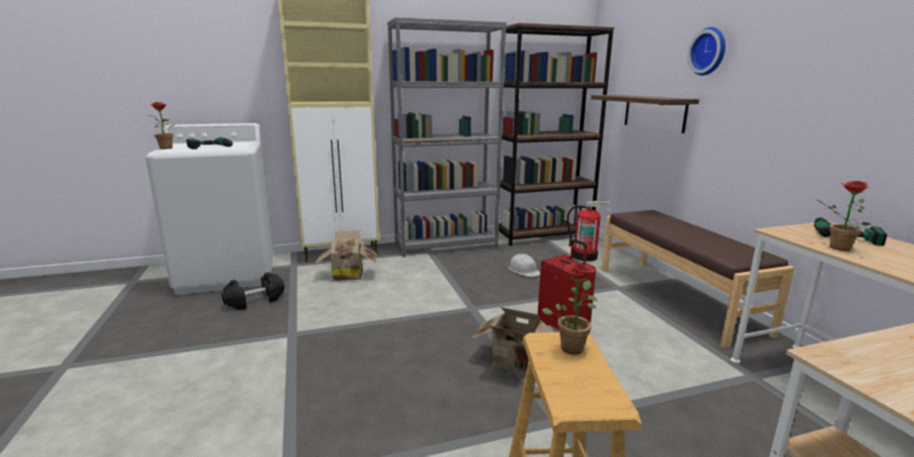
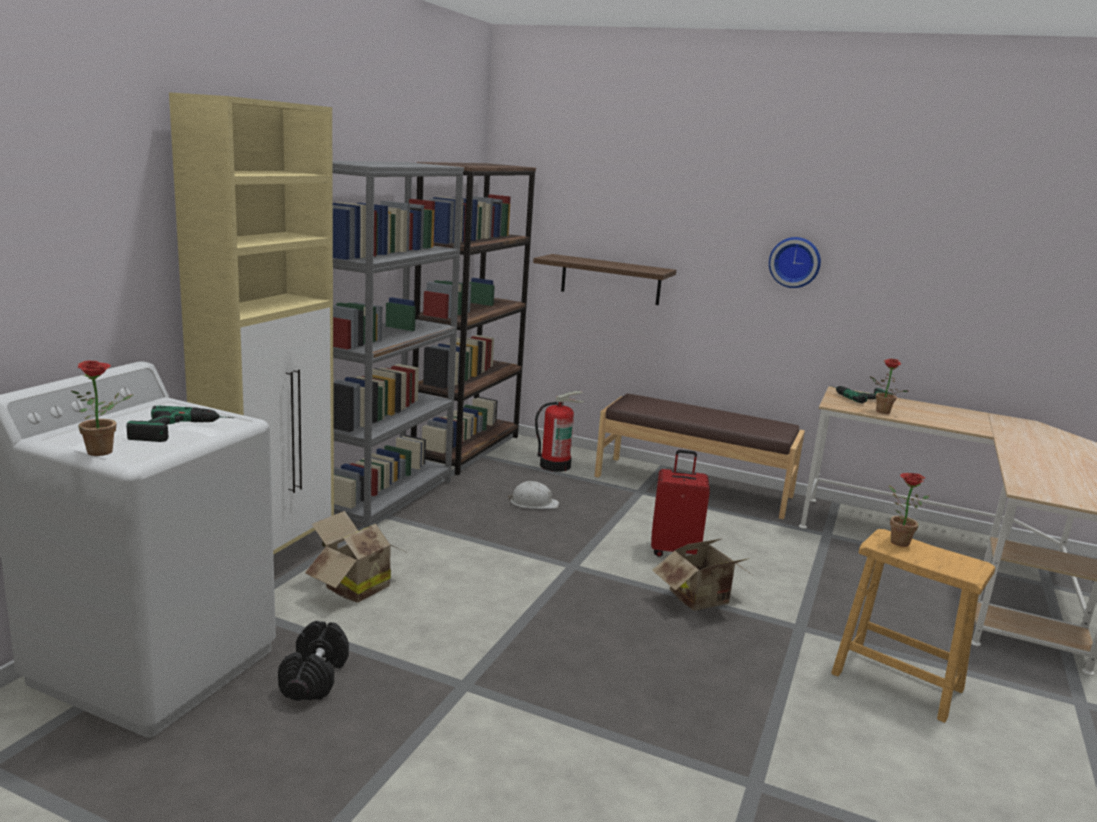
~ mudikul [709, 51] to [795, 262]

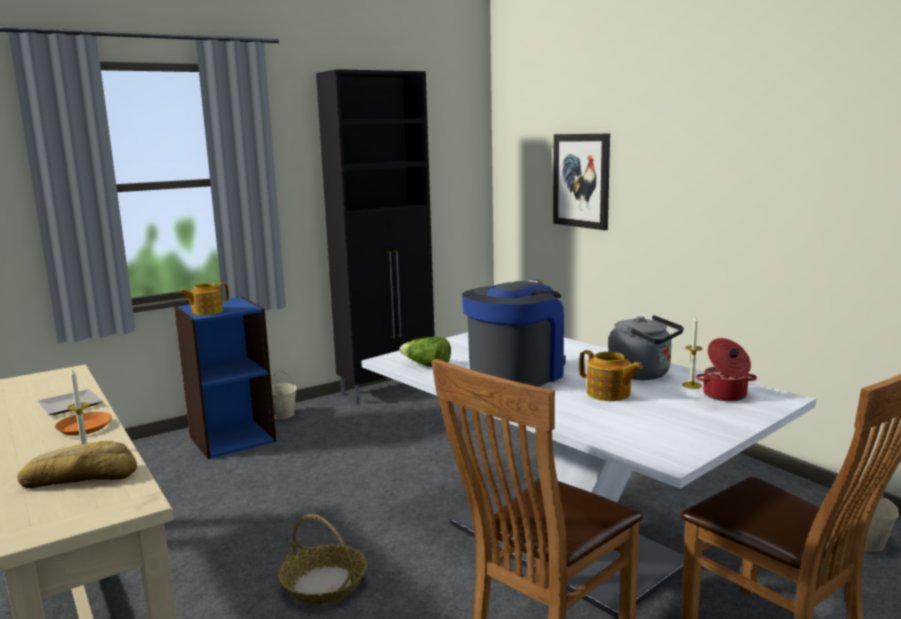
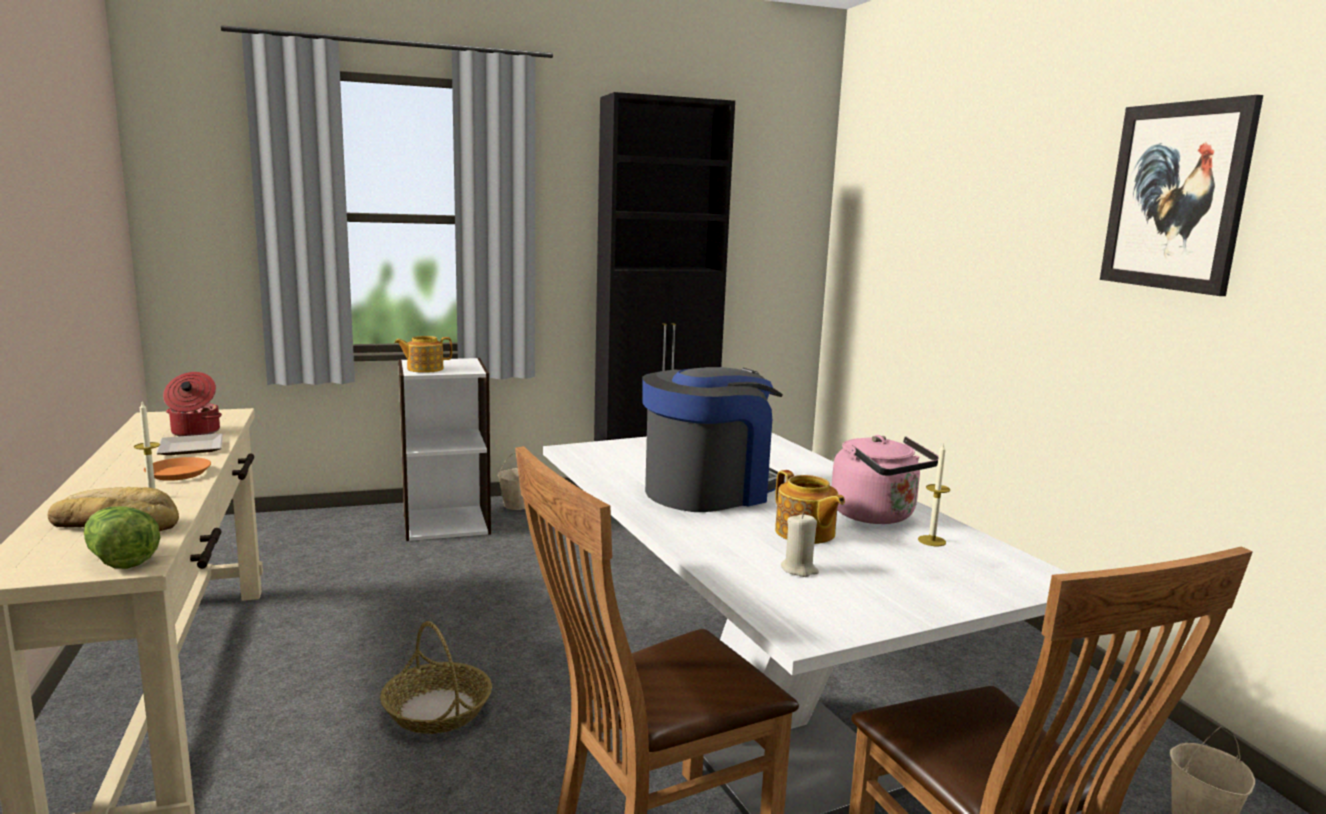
~ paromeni [581, 180] to [1176, 196]
~ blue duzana [232, 438] to white duzana [446, 522]
~ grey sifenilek [643, 374] to pink sifenilek [877, 516]
~ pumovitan [427, 366] to [120, 558]
~ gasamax [725, 395] to [194, 432]
+ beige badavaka [799, 570]

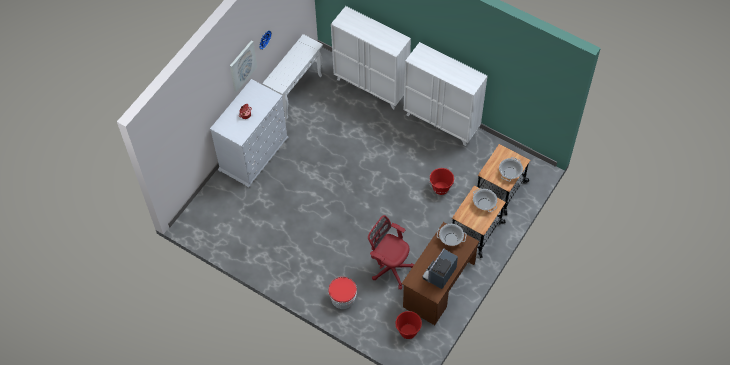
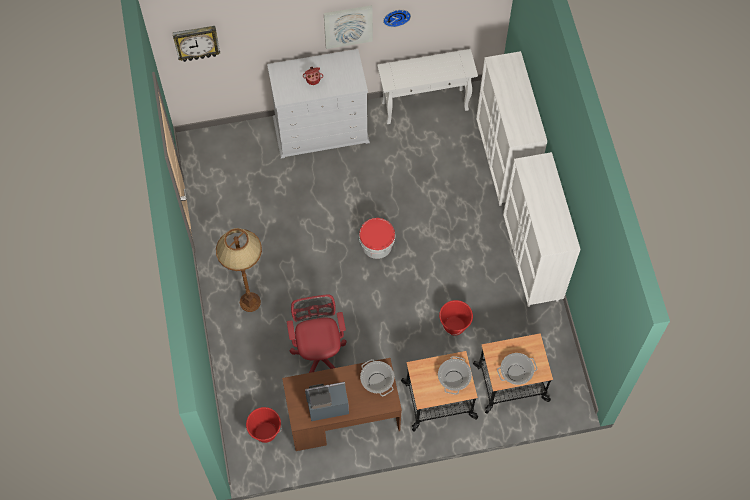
~ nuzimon [343, 298] to [377, 244]
+ mudikul [196, 42]
+ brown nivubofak [250, 302]

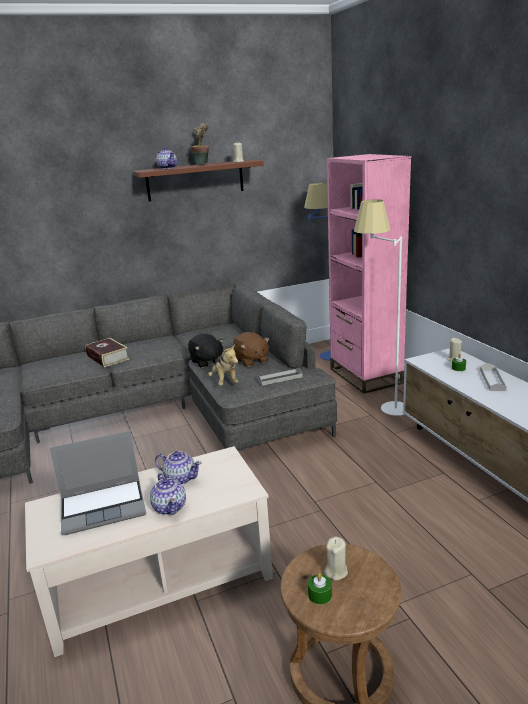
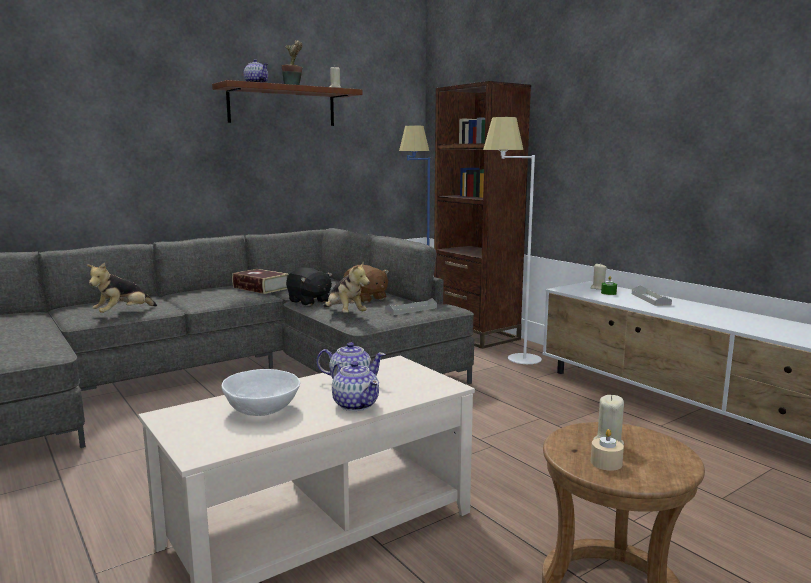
~ pink duzana [365, 376] to brown duzana [475, 335]
~ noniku [107, 358] to [260, 288]
~ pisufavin [104, 506] to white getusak [262, 409]
~ green badavaka [320, 595] to beige badavaka [606, 463]
+ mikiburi [123, 313]

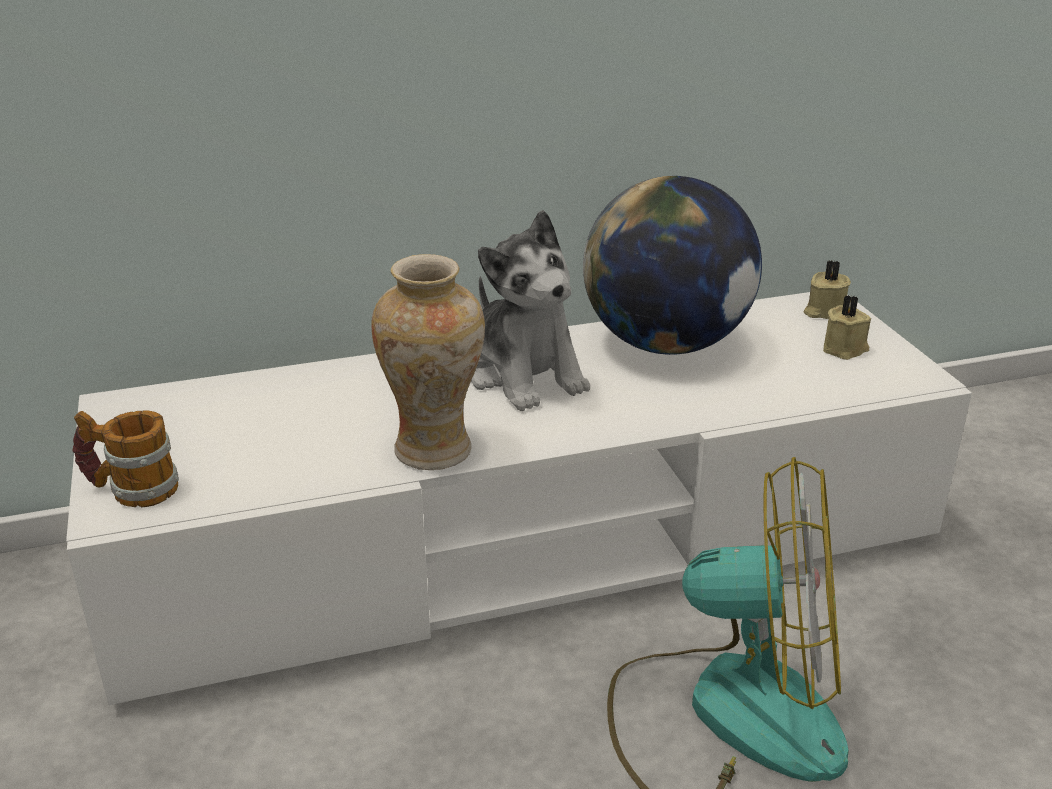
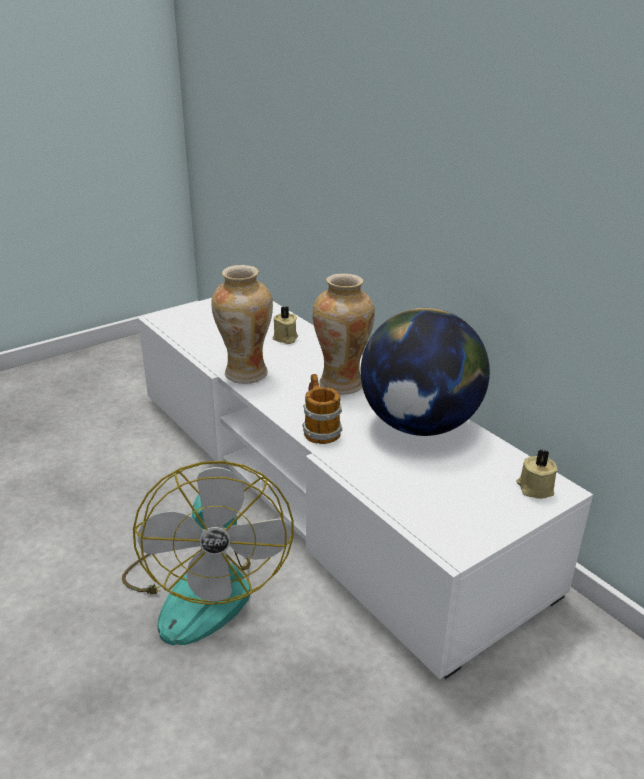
~ mikiburi [524, 374] to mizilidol [342, 384]
~ beige badavaka [845, 349] to [285, 338]
~ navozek [132, 489] to [319, 429]

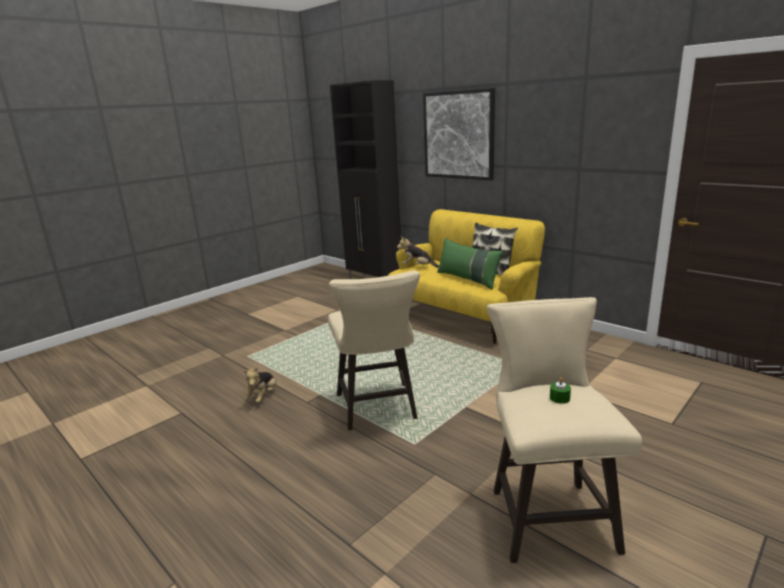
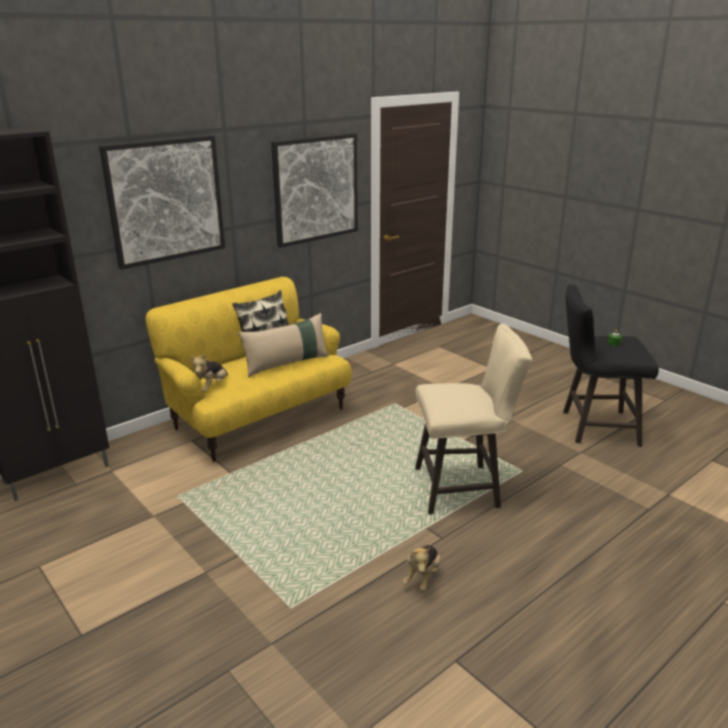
~ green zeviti [468, 279] to beige zeviti [286, 364]
~ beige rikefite [547, 513] to black rikefite [593, 427]
~ mikiburi [263, 396] = [422, 577] 90 degrees clockwise
+ paromeni [316, 189]

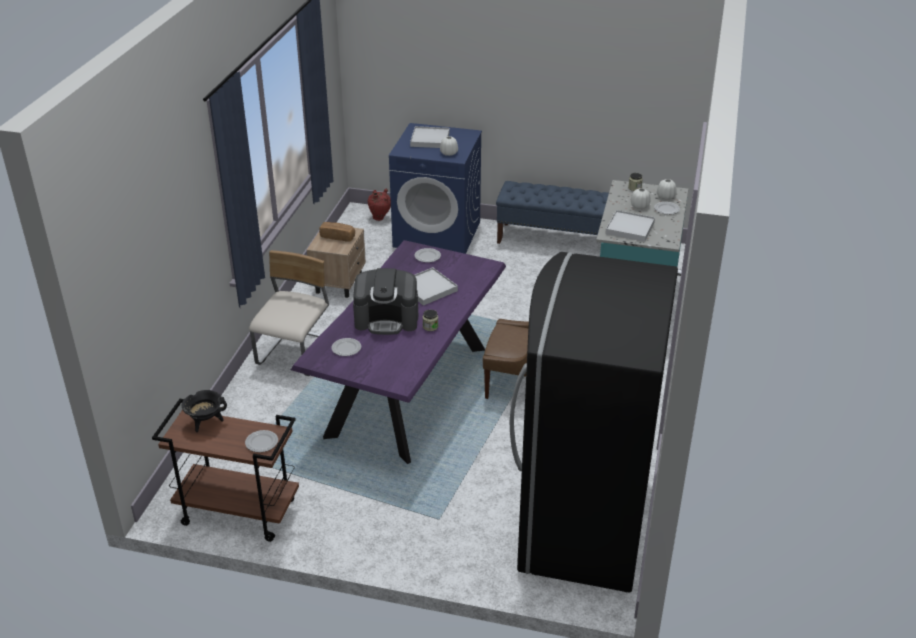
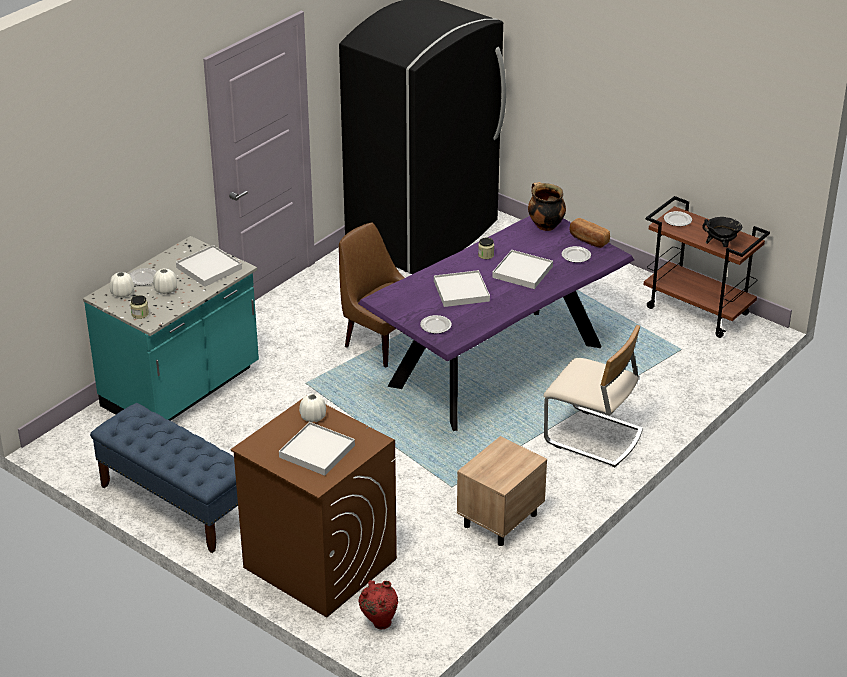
~ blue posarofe [437, 234] to brown posarofe [318, 563]
~ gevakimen [338, 237] to [588, 240]
~ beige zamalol [297, 355] = [593, 437] 105 degrees counterclockwise
~ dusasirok [387, 319] to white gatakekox [522, 272]
+ gasamax [545, 225]

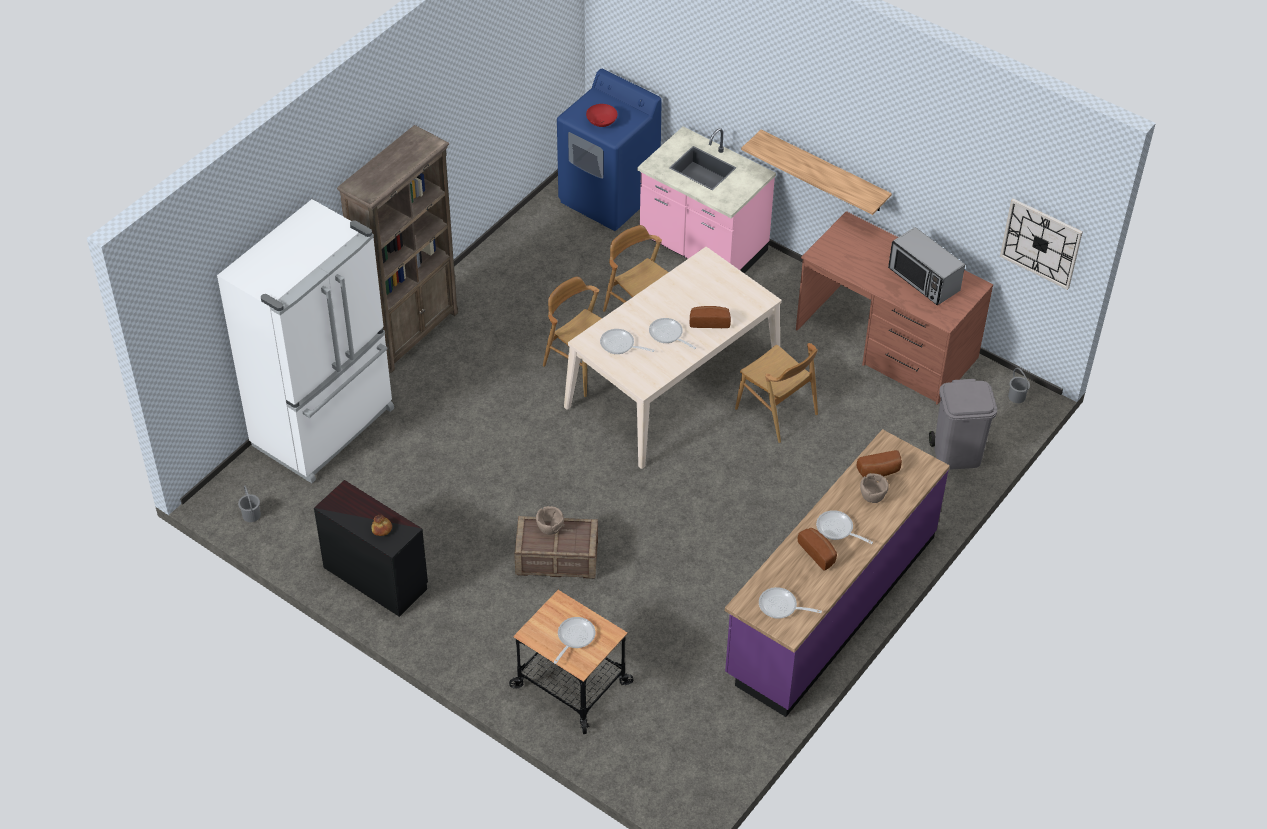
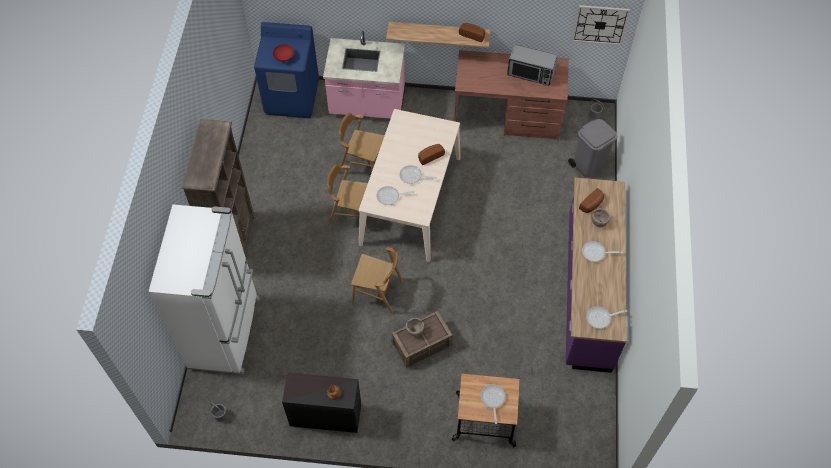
~ brown zamalol [776, 411] to [377, 292]
~ gevakimen [819, 552] to [472, 34]

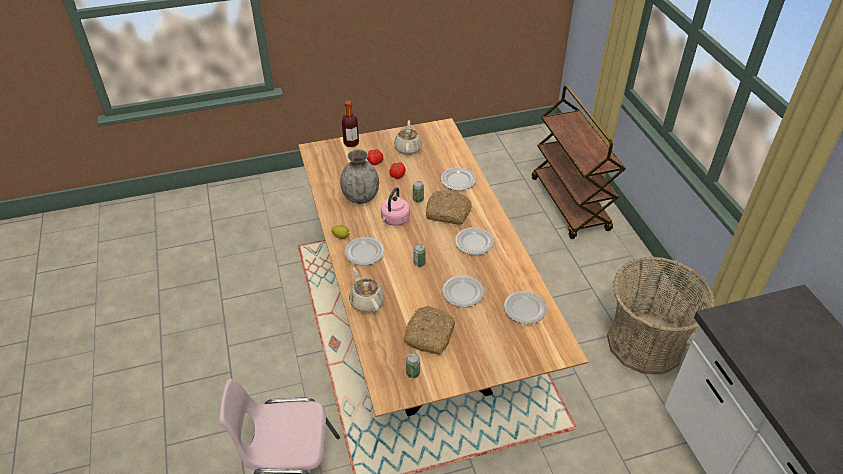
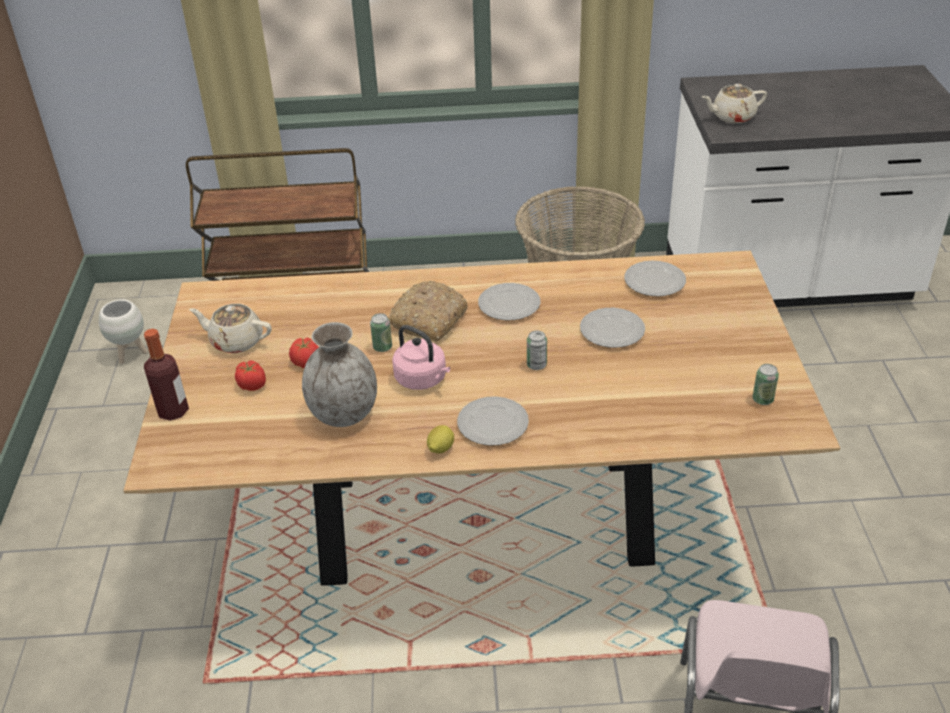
- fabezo [458, 180]
~ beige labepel [366, 301] to [732, 117]
- gevakimen [429, 334]
+ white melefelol [131, 354]

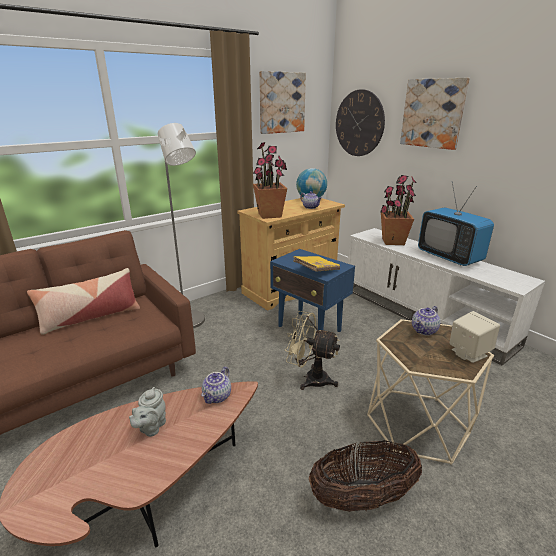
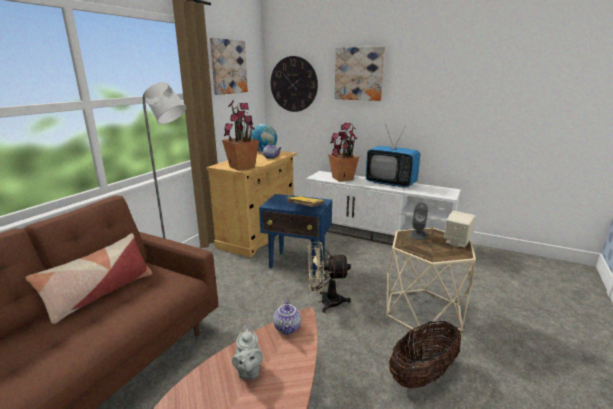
~ labepel [424, 331] to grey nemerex [418, 234]

